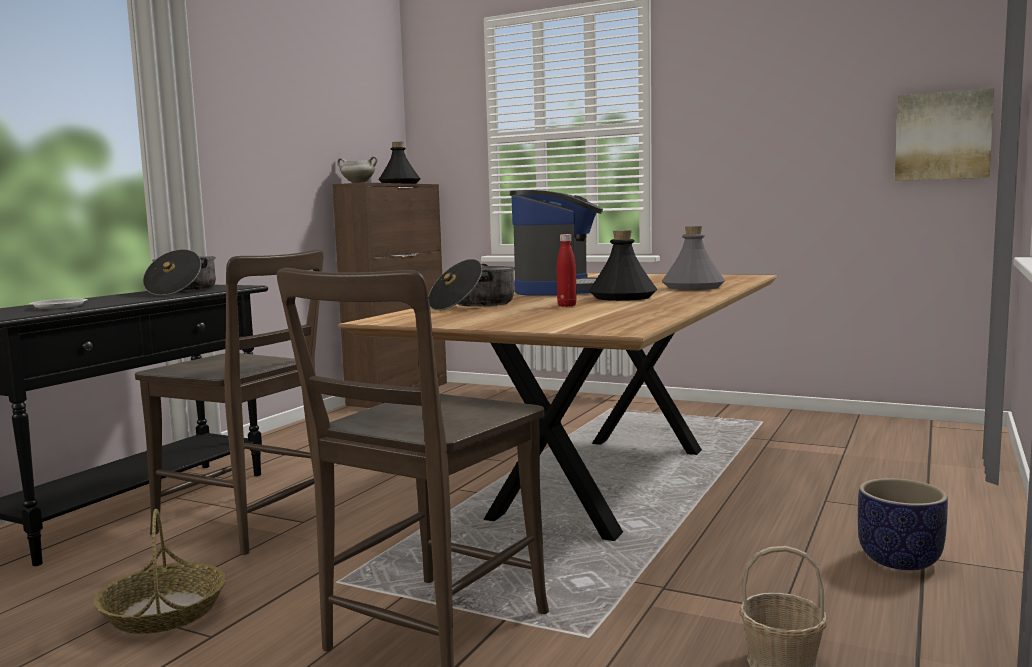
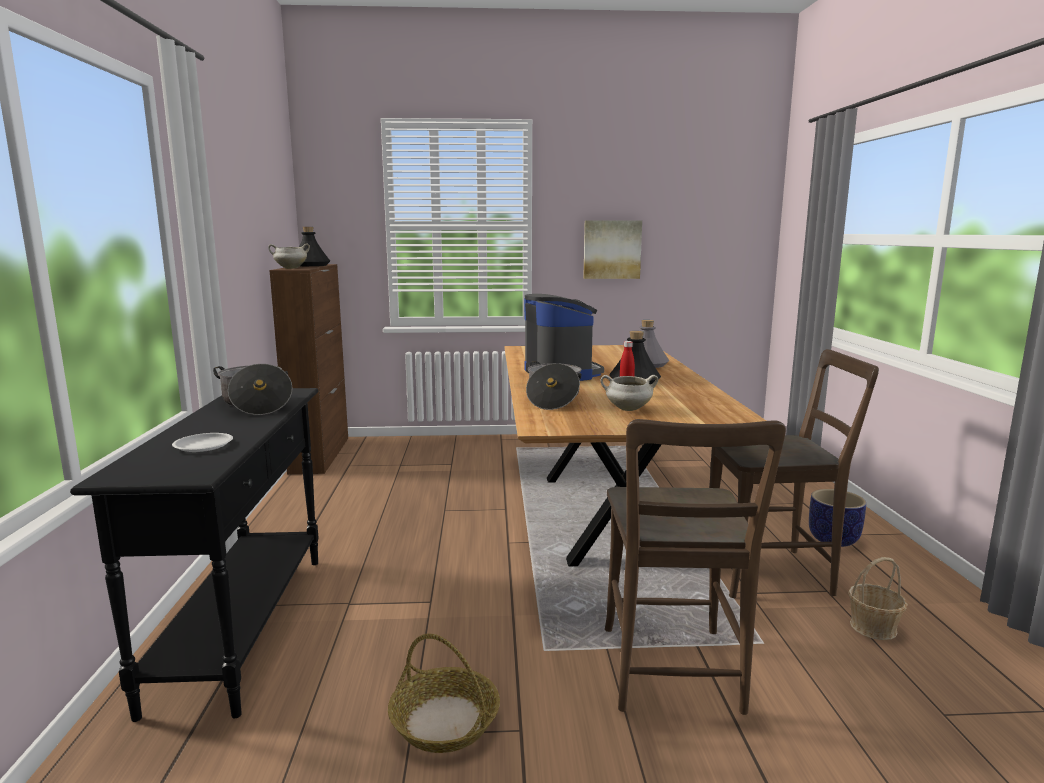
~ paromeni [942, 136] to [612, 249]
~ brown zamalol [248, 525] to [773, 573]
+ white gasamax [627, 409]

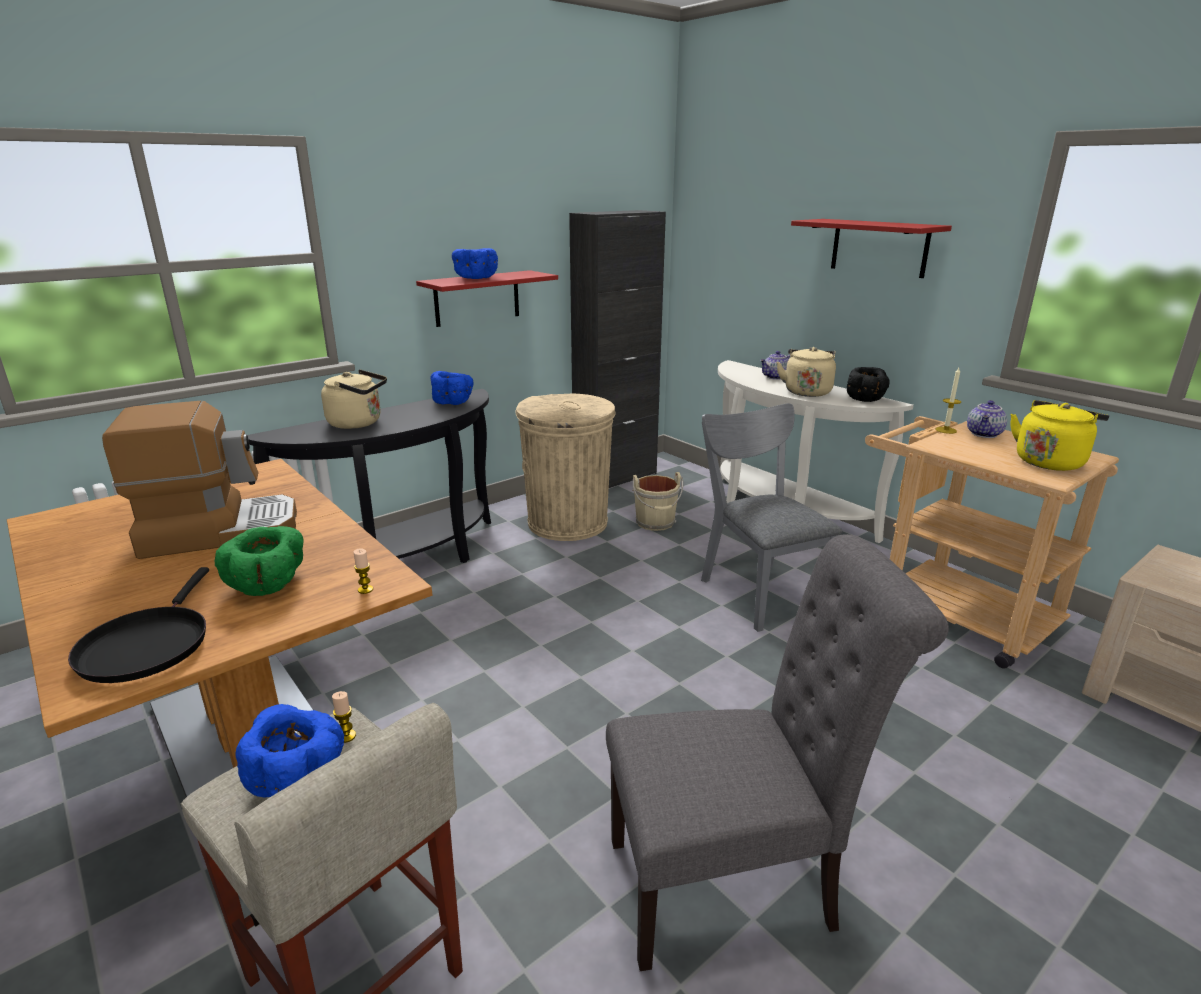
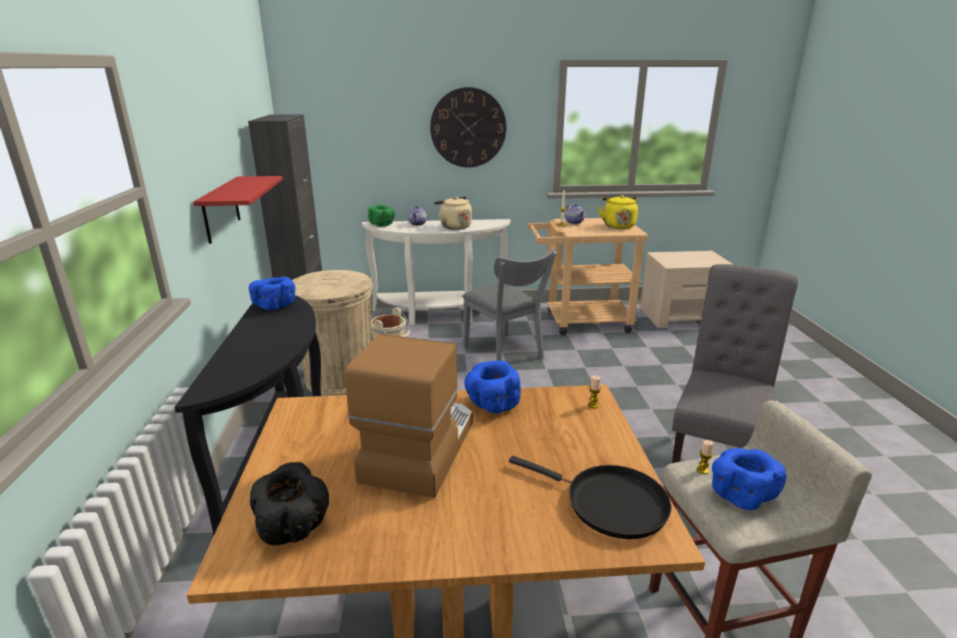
~ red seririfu [879, 247] to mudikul [468, 128]
~ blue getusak [475, 278] to [491, 404]
~ black getusak [865, 399] to [294, 526]
- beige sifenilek [358, 423]
~ grey zamalol [757, 590] = [506, 354] 135 degrees counterclockwise
~ green getusak [268, 585] to [382, 225]

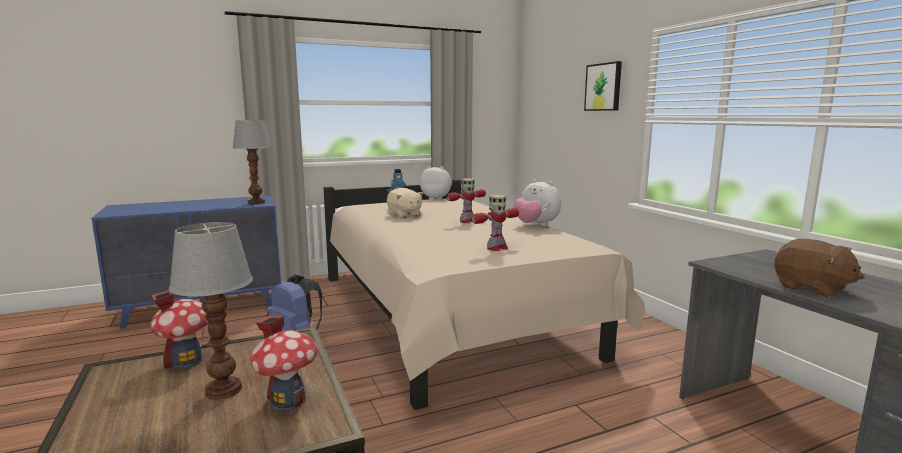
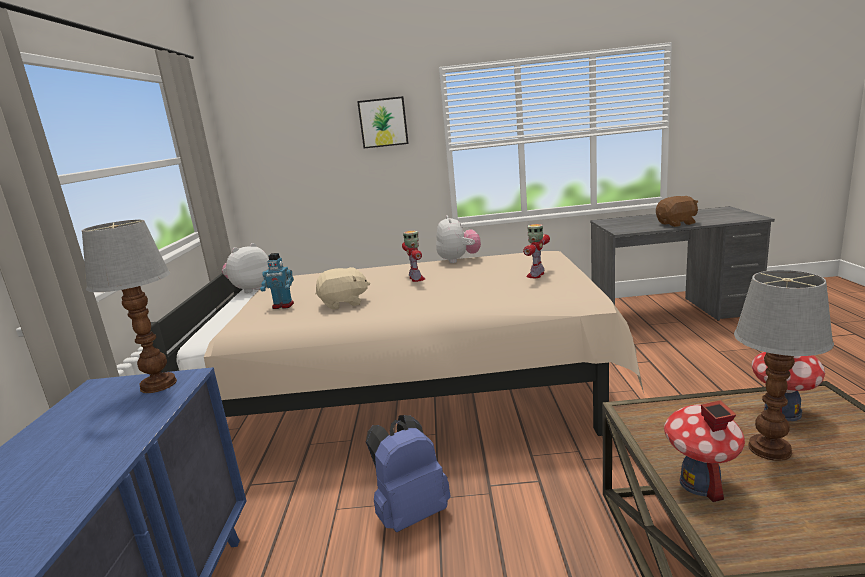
~ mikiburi [536, 225] = [458, 260] 75 degrees counterclockwise
~ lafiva [496, 248] = [536, 275] 135 degrees counterclockwise

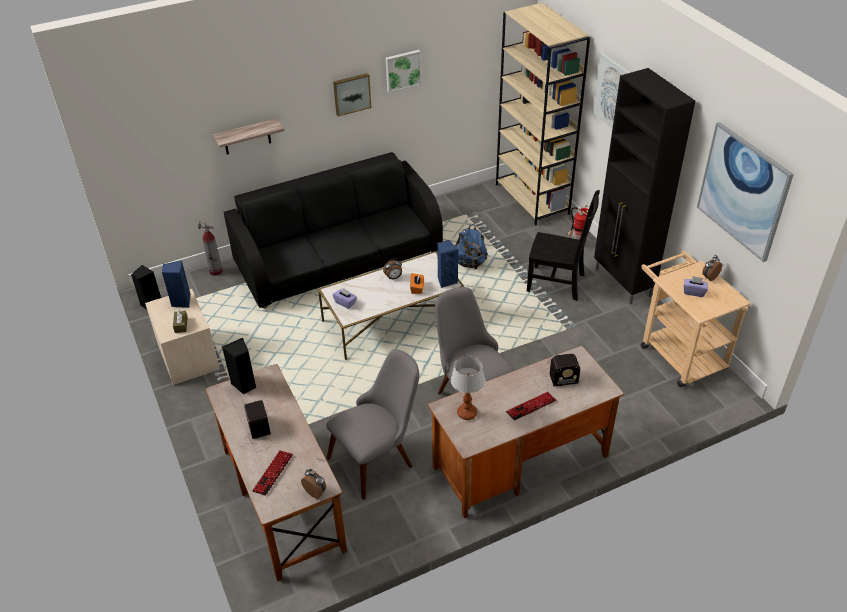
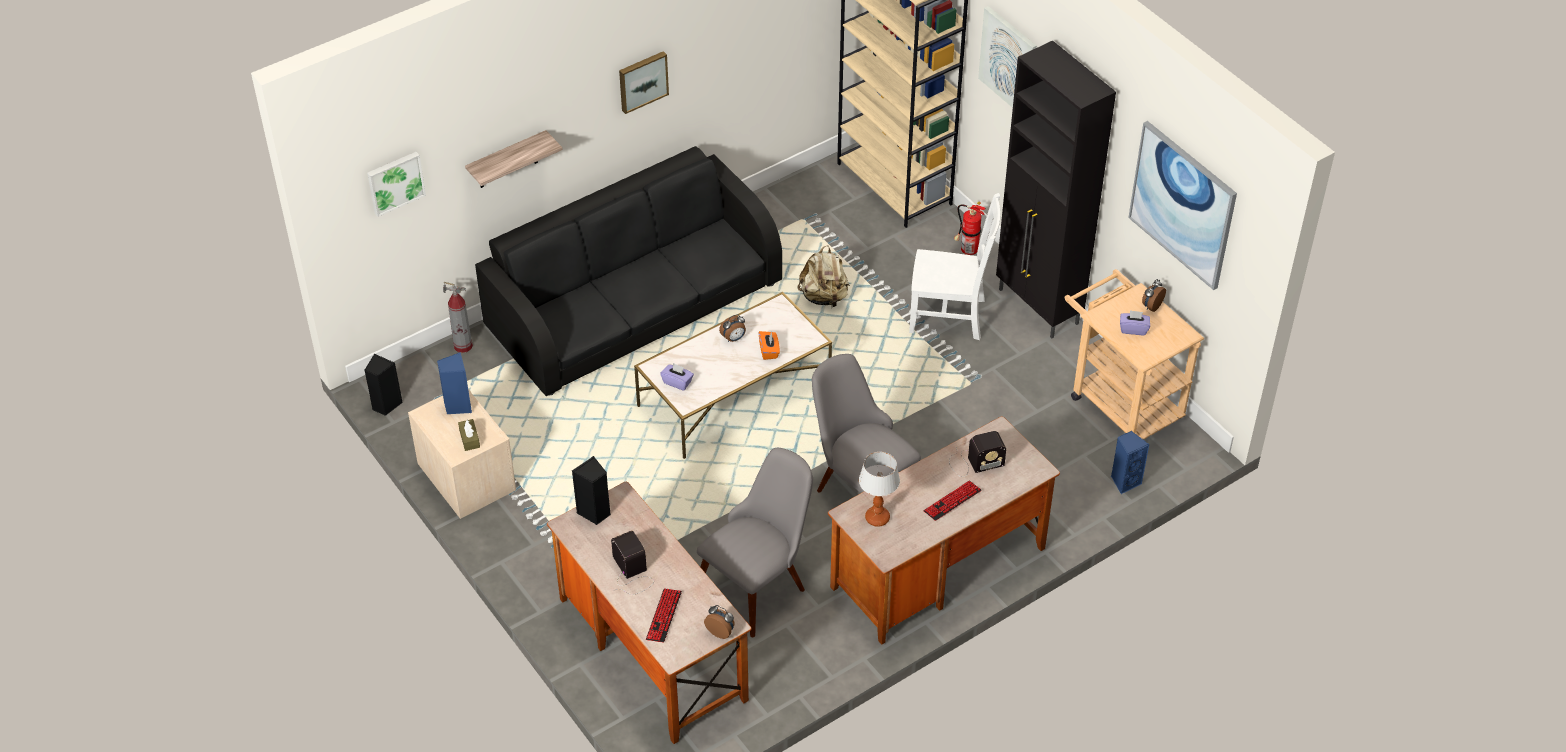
~ paromeni [402, 70] to [395, 182]
~ black zamalol [558, 283] to white zamalol [950, 316]
~ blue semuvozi [470, 263] to beige semuvozi [824, 297]
~ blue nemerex [446, 280] to [1125, 481]

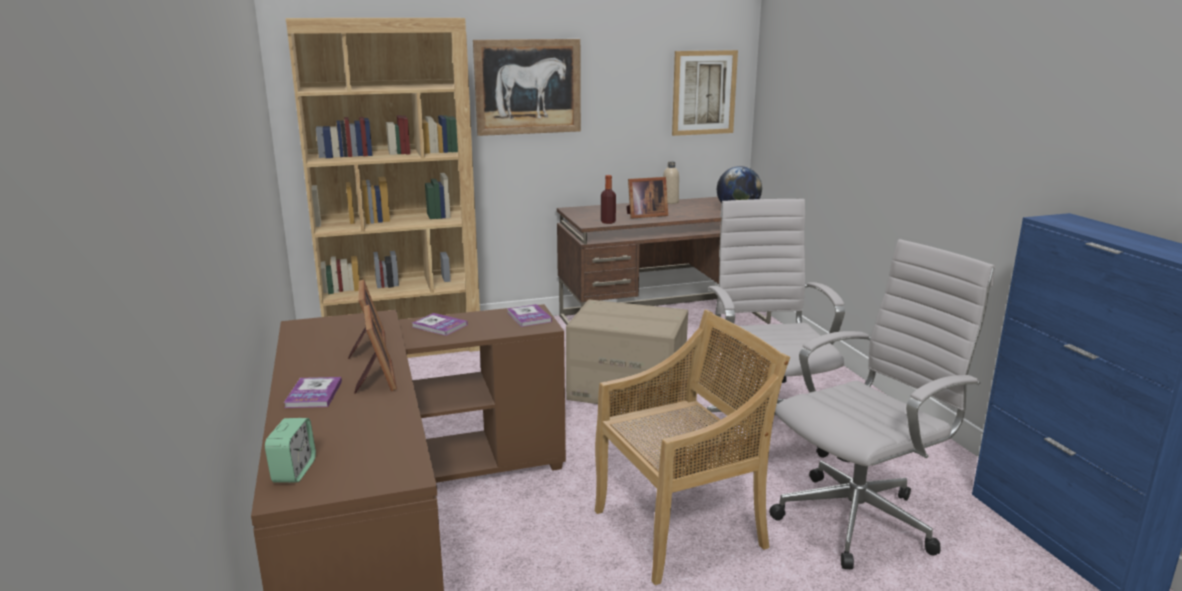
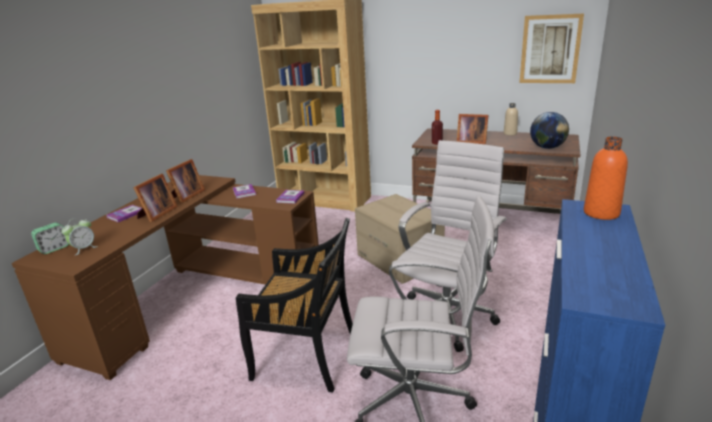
- paromeni [528, 87]
~ beige zamalol [681, 527] to black zamalol [307, 355]
+ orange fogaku [601, 213]
+ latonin [84, 249]

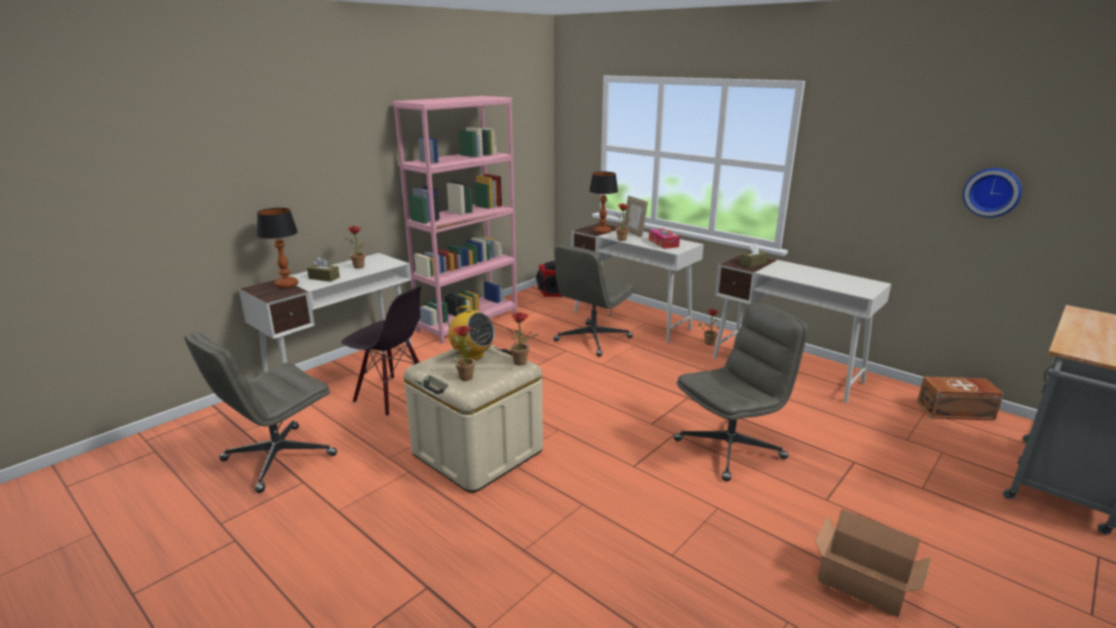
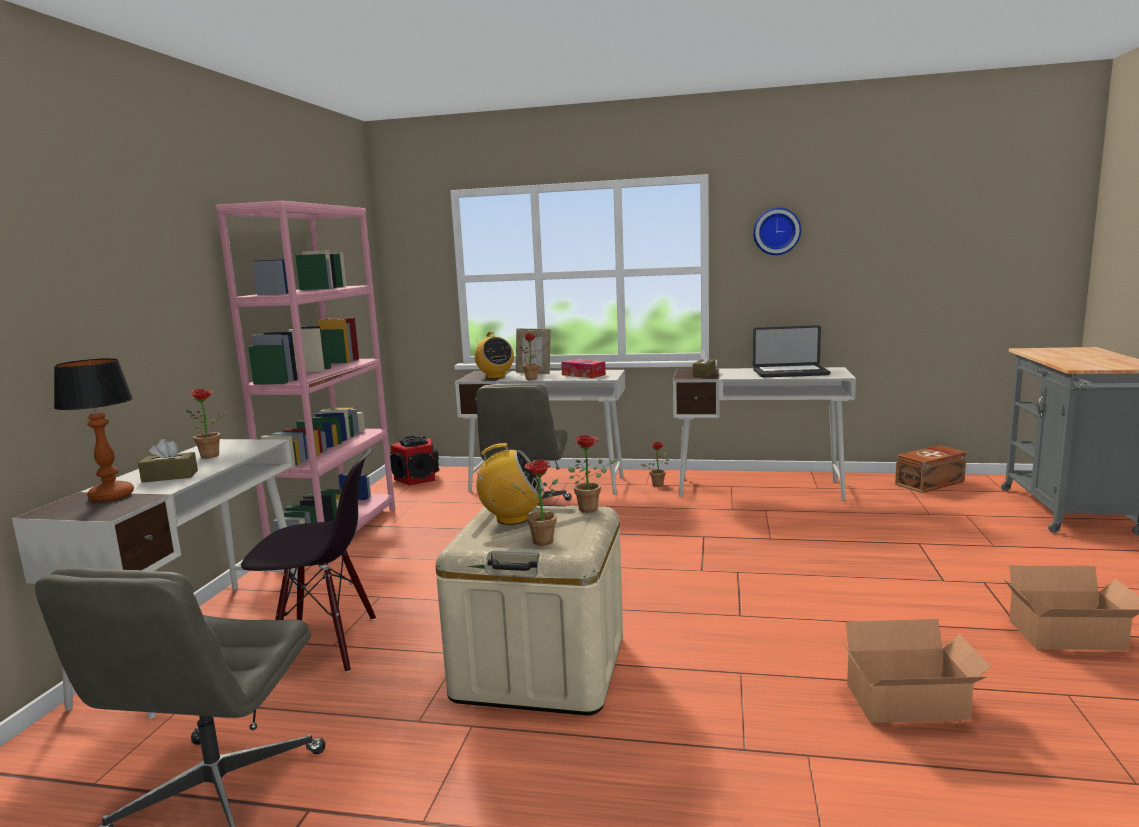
~ mudikul [992, 192] to [776, 231]
~ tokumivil [602, 231] to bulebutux [495, 377]
- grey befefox [730, 448]
+ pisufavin [790, 373]
+ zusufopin [910, 704]

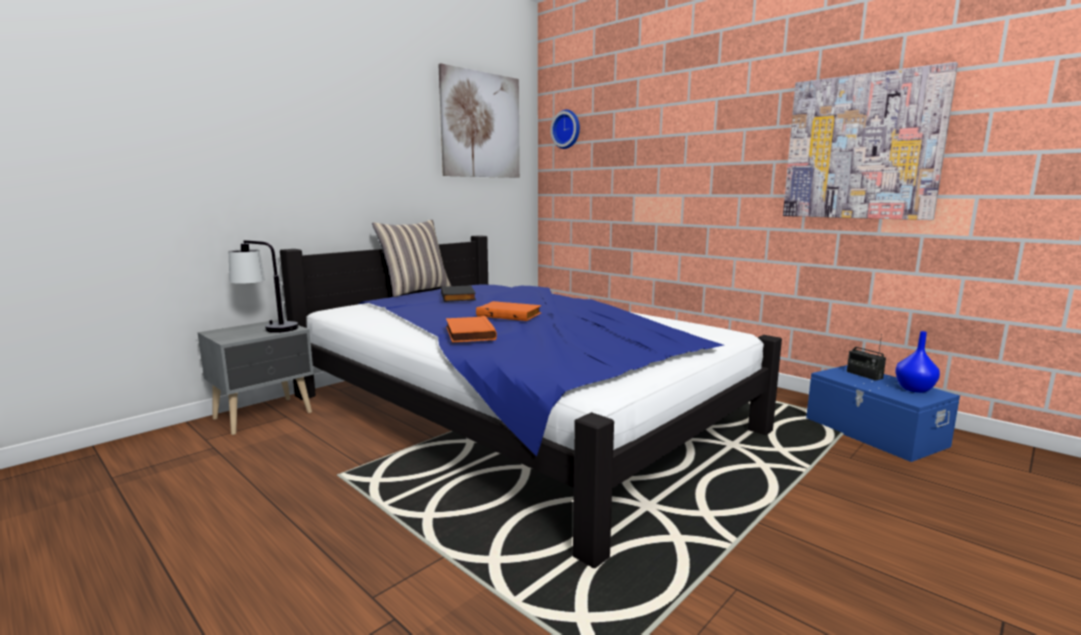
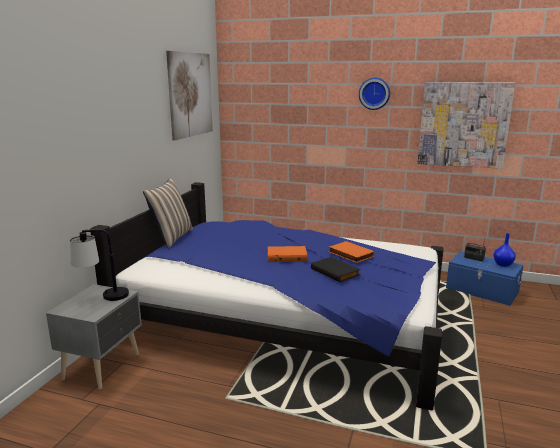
~ mudikul [567, 129] to [374, 93]
~ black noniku [459, 297] to [336, 271]
~ orange noniku [468, 333] to [350, 254]

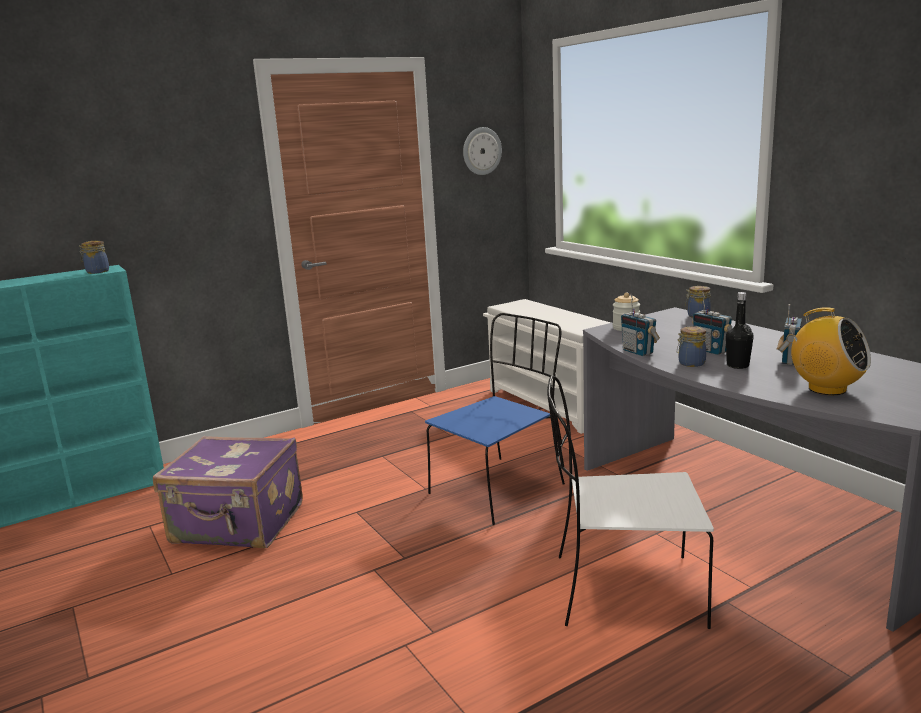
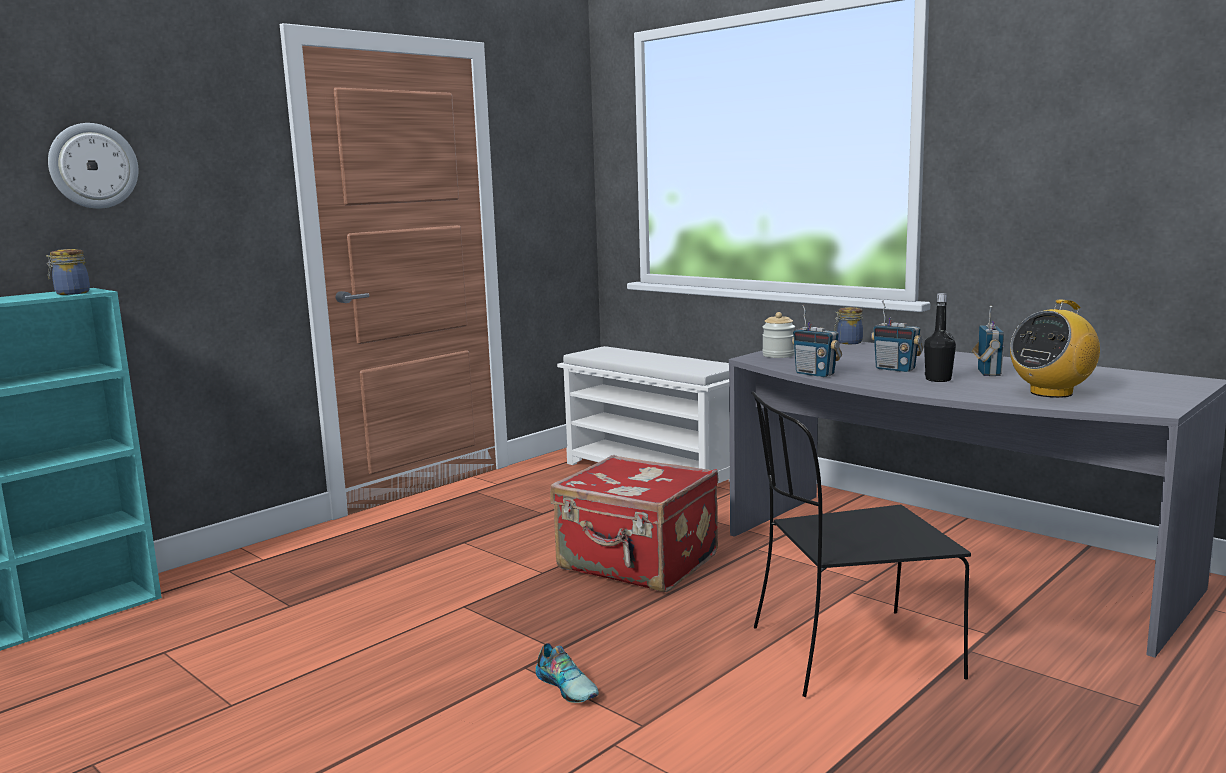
~ mudikul [481, 151] to [93, 166]
~ bulebutux [826, 389] = [1051, 393] 120 degrees clockwise
~ blue zamalol [499, 488] to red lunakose [637, 563]
- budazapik [690, 363]
~ white zamalol [623, 590] to black zamalol [848, 653]
- purple lunakose [238, 525]
+ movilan [568, 686]

